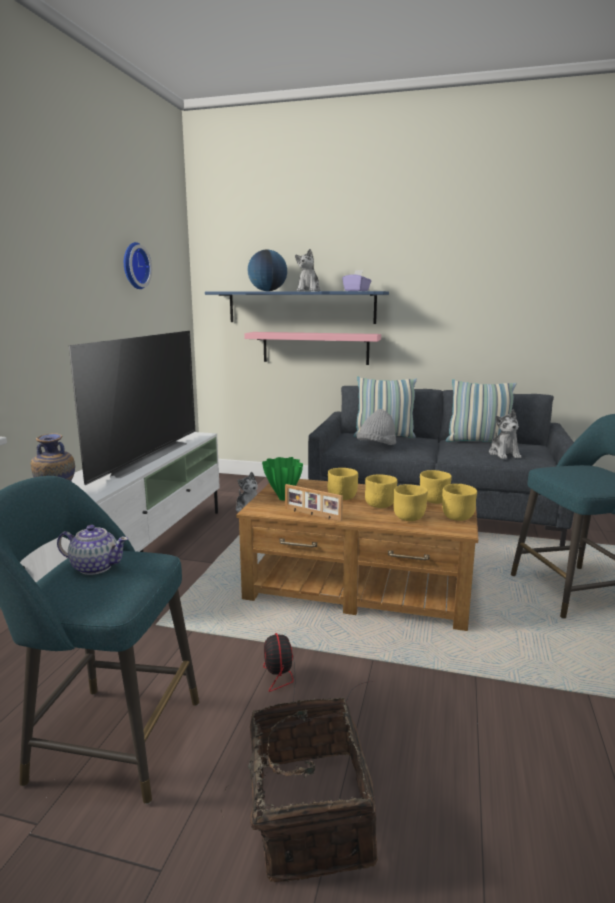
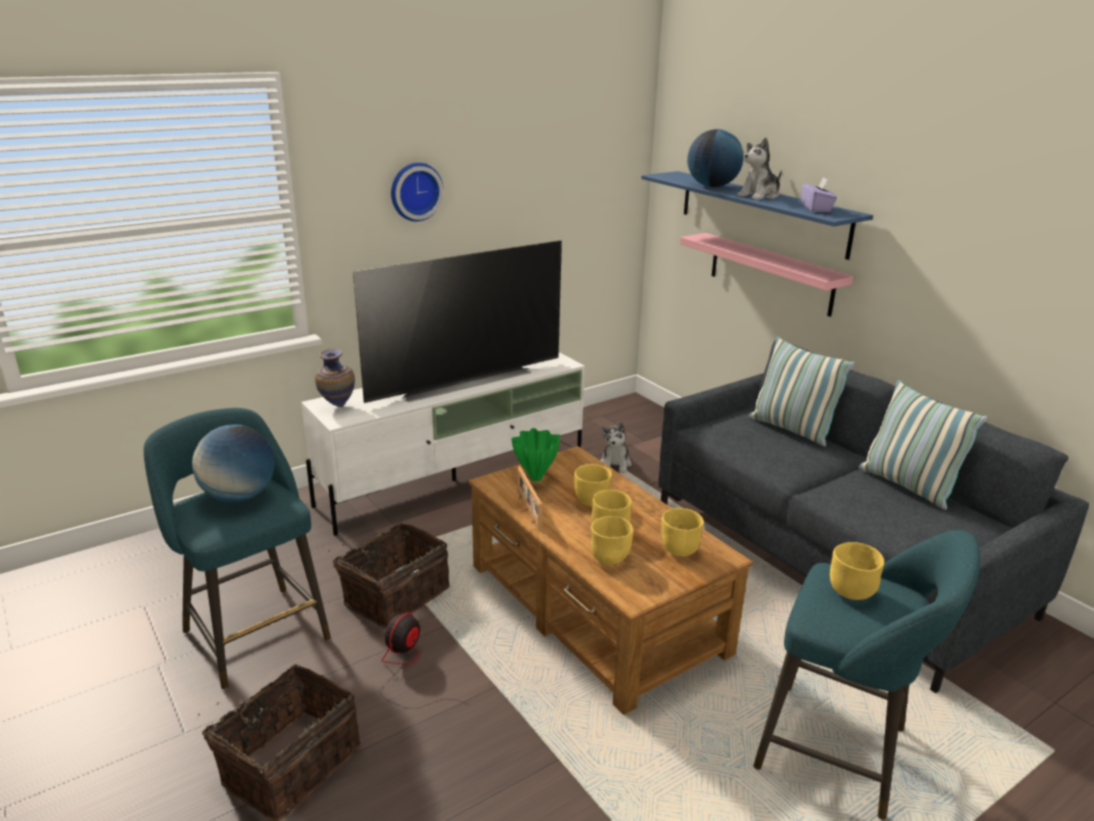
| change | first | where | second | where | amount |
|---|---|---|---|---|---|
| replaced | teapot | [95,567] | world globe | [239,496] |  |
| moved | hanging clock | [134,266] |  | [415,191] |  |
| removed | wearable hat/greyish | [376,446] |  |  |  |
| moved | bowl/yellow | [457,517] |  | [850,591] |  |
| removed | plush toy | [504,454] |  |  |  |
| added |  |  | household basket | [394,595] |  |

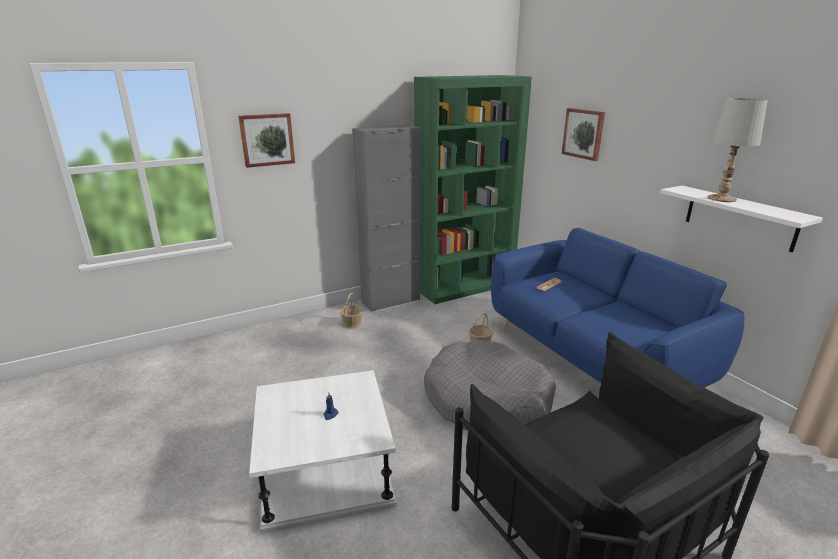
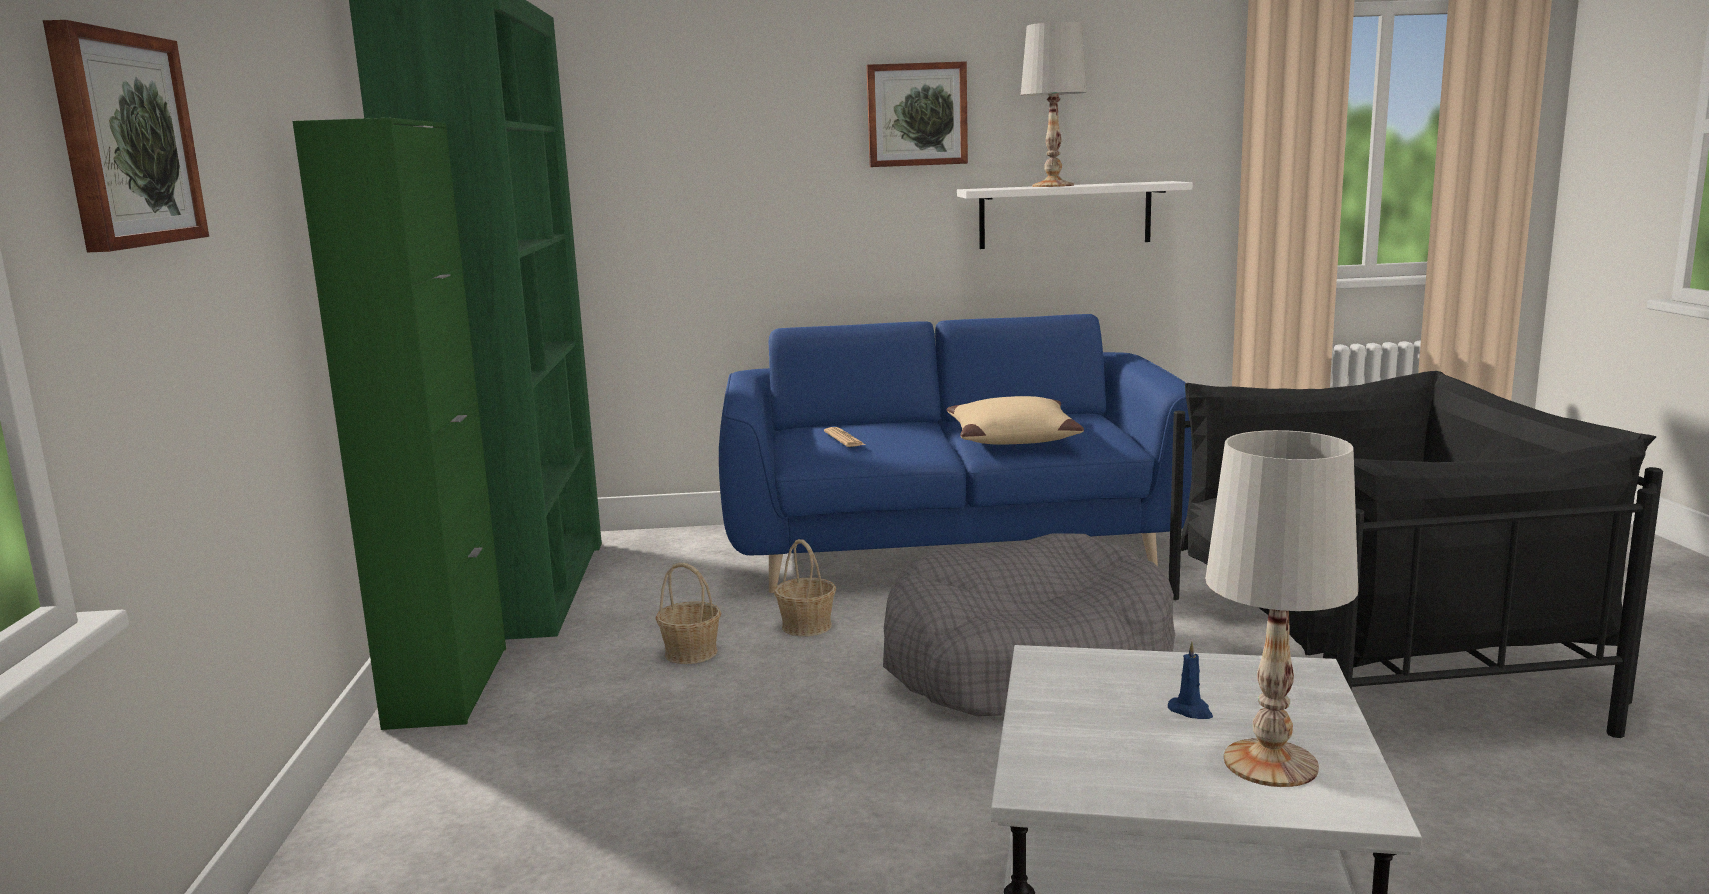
| change | first | where | second | where | amount |
|---|---|---|---|---|---|
| moved | household basket | [352,324] |  | [691,652] |  |
| recoloured | cupboard/greyish | [391,301] | cupboard/green | [448,686] |  |
| moved | wall picture | [583,133] |  | [917,115] |  |
| added |  |  | pillow/sand-coloured | [1011,437] |  |
| added |  |  | tabletop lamp/whitish | [1272,763] |  |

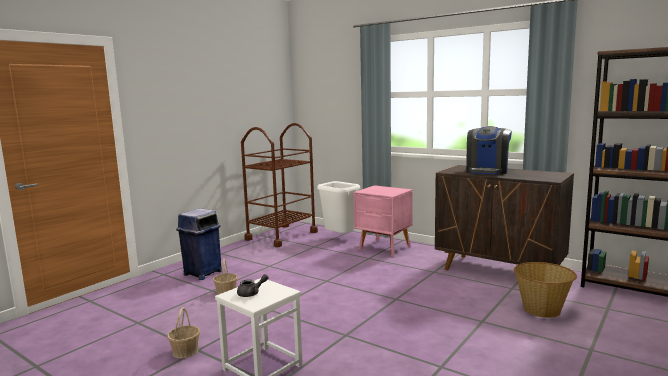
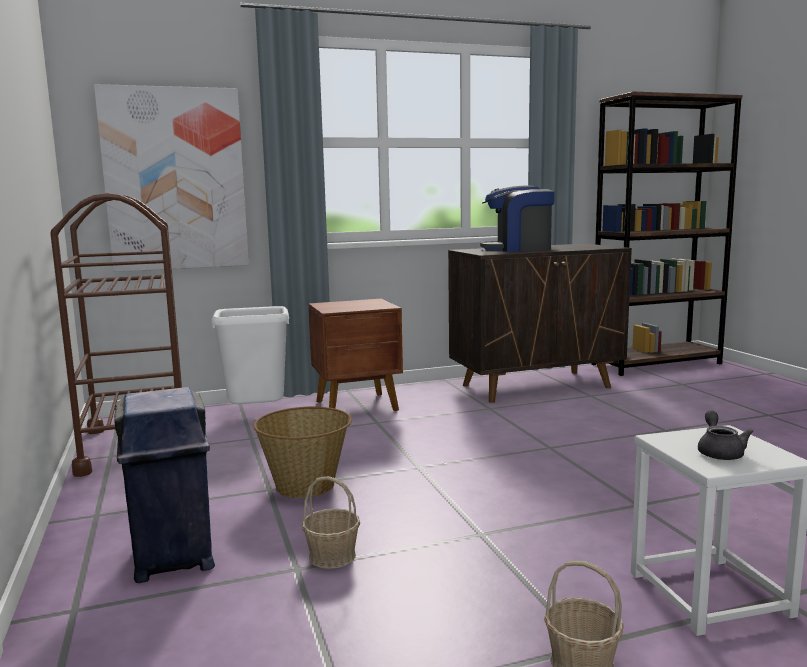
| change | first | where | second | where | amount |
|---|---|---|---|---|---|
| recoloured | nightstand/pinkish | [384,248] | nightstand/brown-coloured | [358,406] |  |
| turned | coffee maker | [487,171] |  | [517,249] | 120 degrees clockwise |
| moved | household basket | [542,310] |  | [306,486] |  |
| added |  |  | wall picture | [175,179] |  |

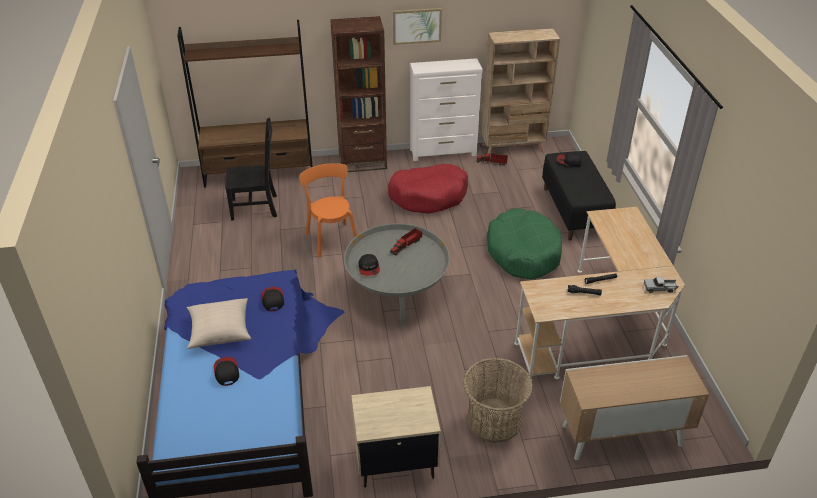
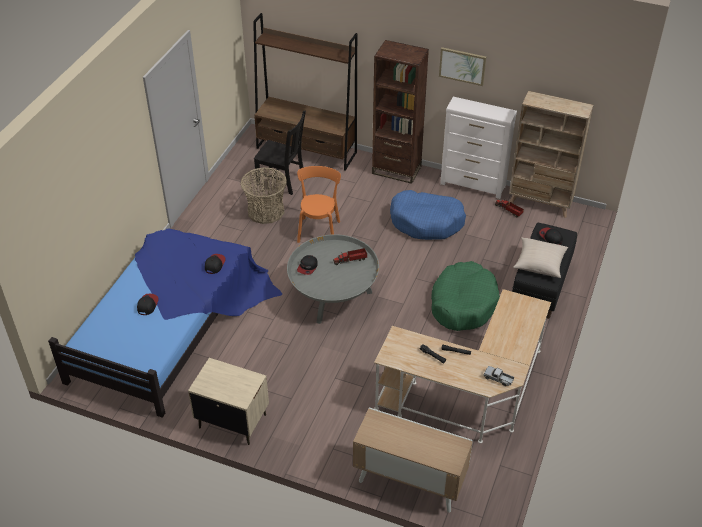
| change | first | where | second | where | amount |
|---|---|---|---|---|---|
| moved | pillow/sand-coloured | [220,330] |  | [539,263] |  |
| recoloured | dog cushion/red-coloured | [429,196] | dog cushion/blue-coloured | [426,222] |  |
| moved | household basket | [494,420] |  | [266,211] |  |

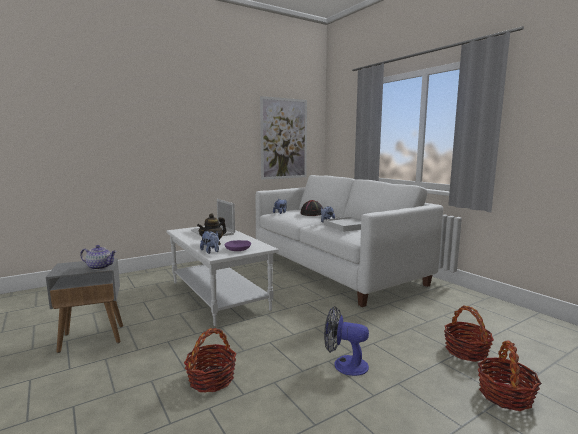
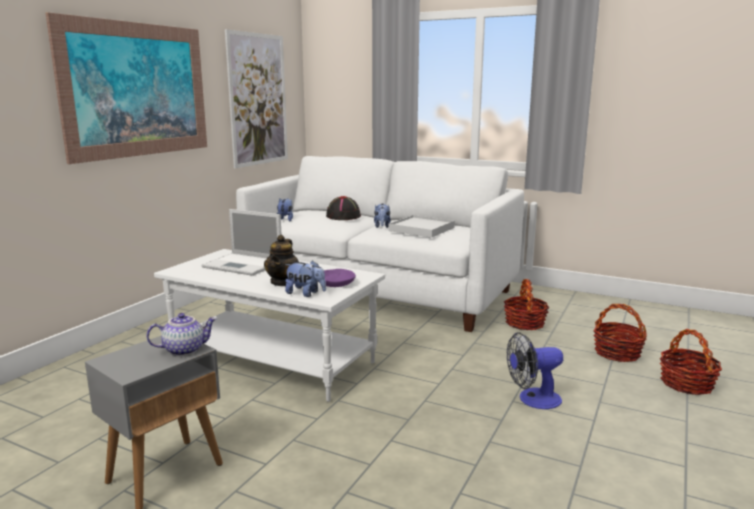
| change | first | where | second | where | amount |
|---|---|---|---|---|---|
| moved | household basket | [211,379] |  | [524,323] |  |
| added |  |  | wall picture | [137,90] |  |

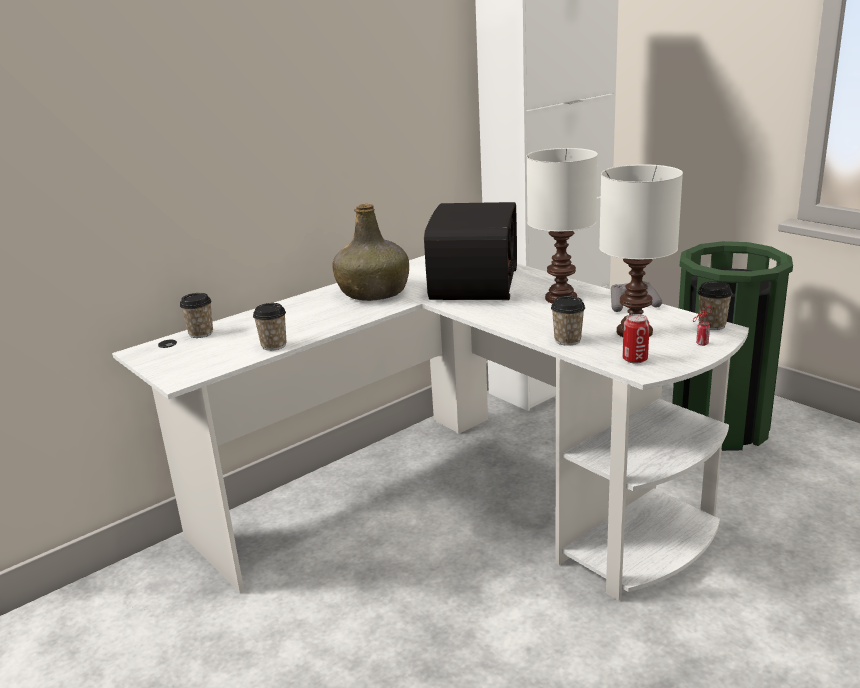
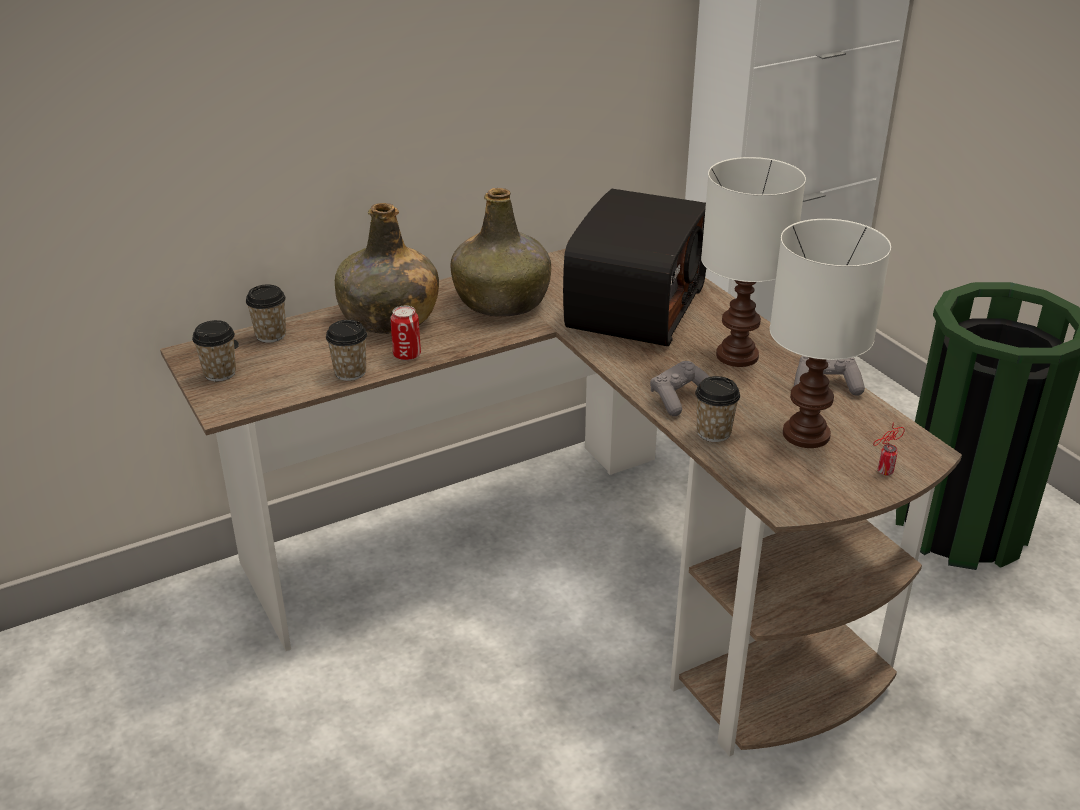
| change | first | where | second | where | amount |
|---|---|---|---|---|---|
| recoloured | desk table/whitish | [454,499] | desk table/brown-coloured | [574,572] |  |
| moved | can | [635,359] |  | [407,355] |  |
| moved | small cup | [712,325] |  | [220,373] |  |
| added |  |  | beverage bottle/green | [389,318] |  |
| added |  |  | gamepad/greyish | [680,398] |  |

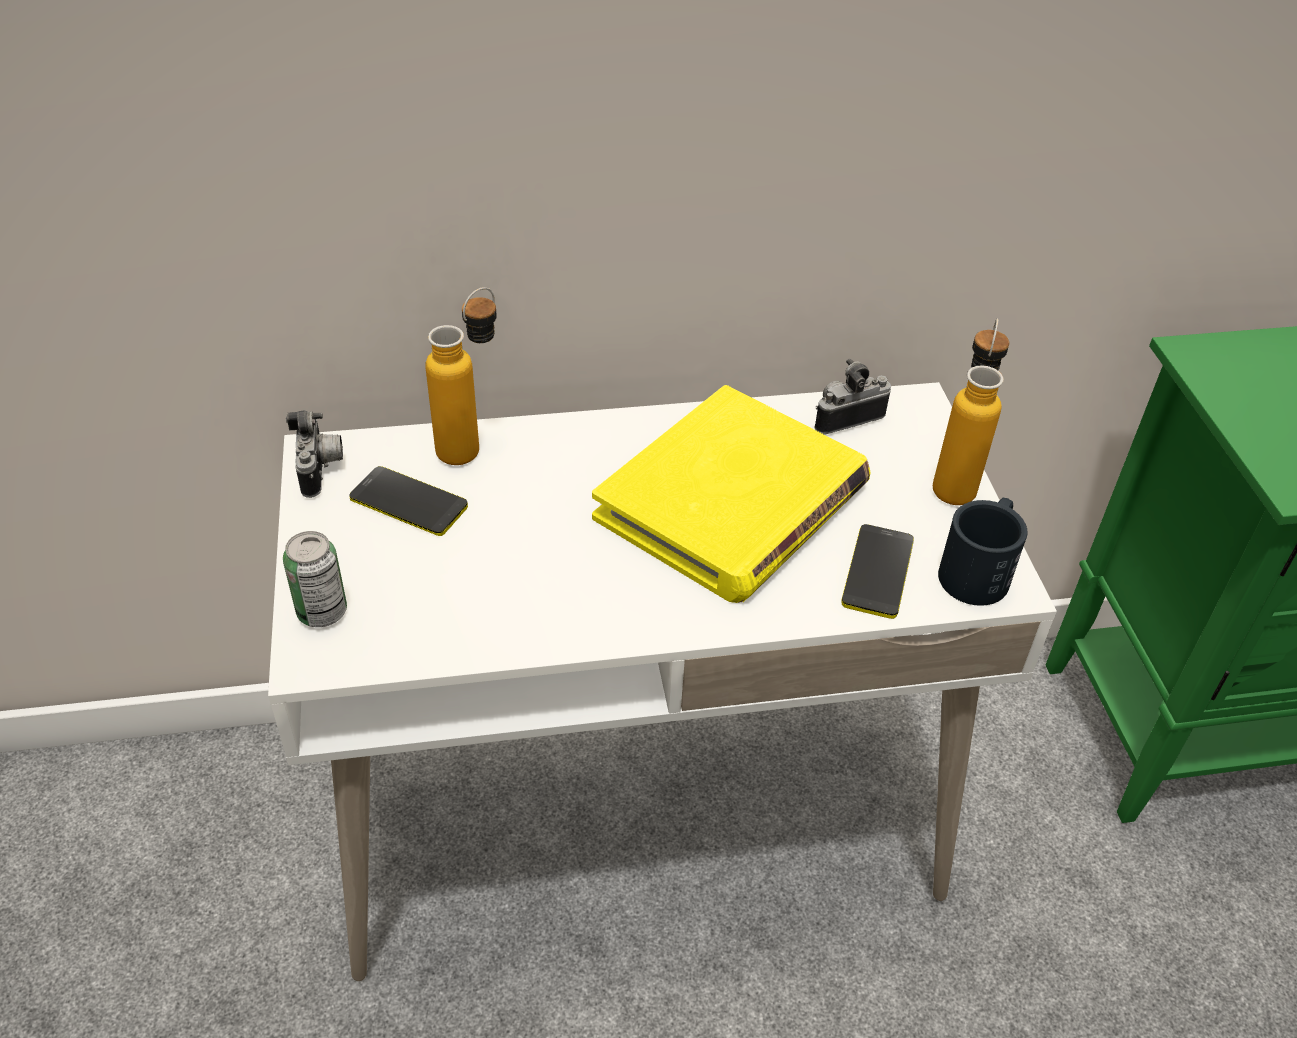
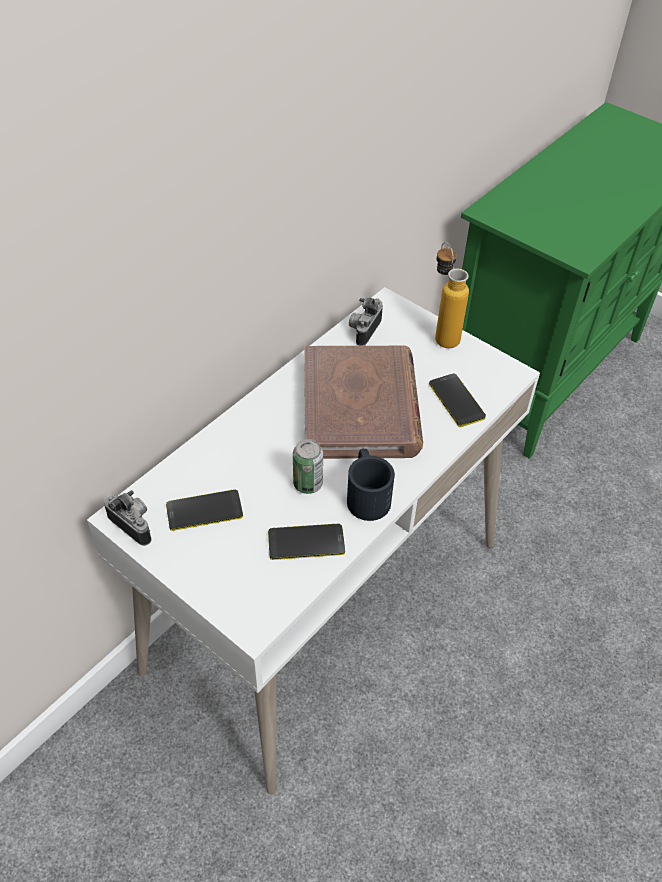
| change | first | where | second | where | amount |
|---|---|---|---|---|---|
| moved | can | [322,612] |  | [308,484] |  |
| removed | beverage bottle | [472,444] |  |  |  |
| recoloured | bound book/yellow | [732,502] | bound book/brown-coloured | [360,407] |  |
| moved | coffee mug/black | [979,569] |  | [366,494] |  |
| added |  |  | telephone | [306,542] |  |

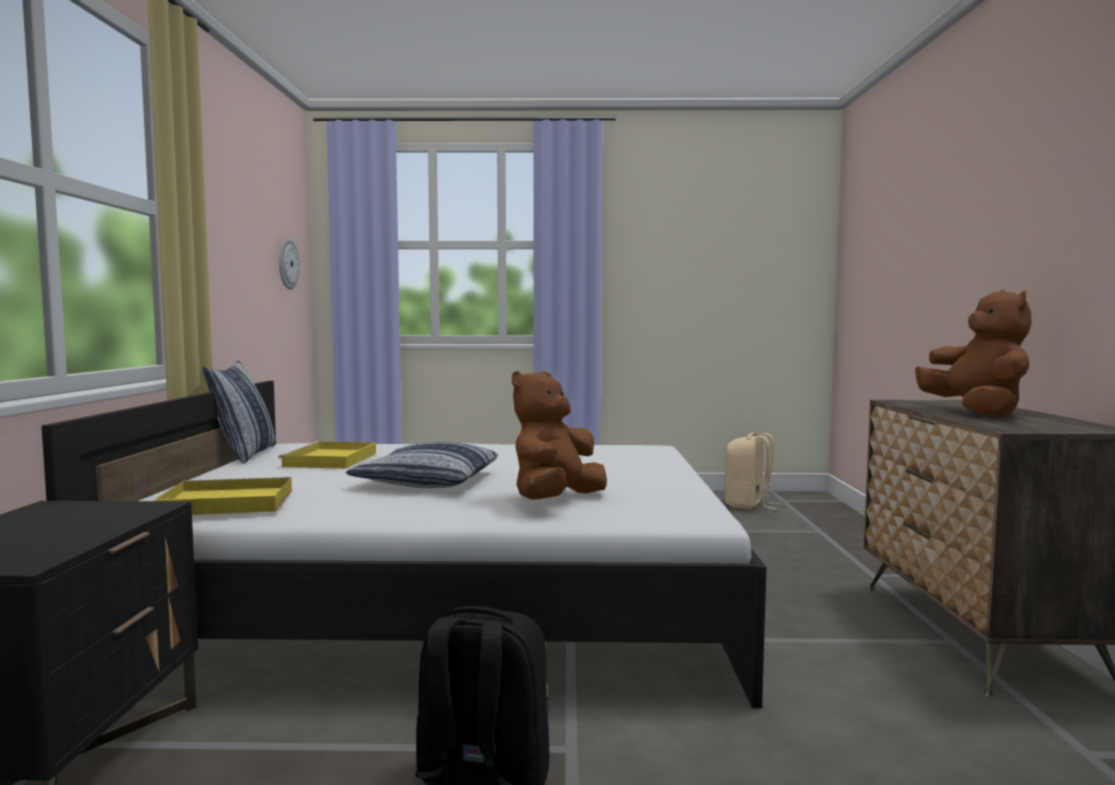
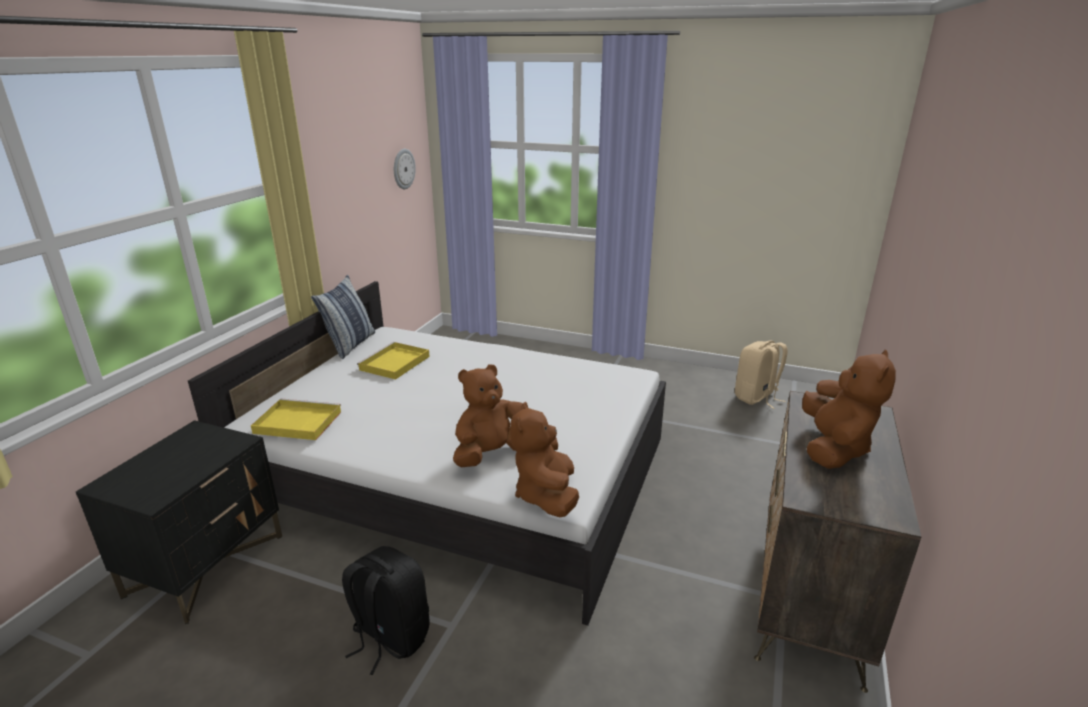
| change | first | where | second | where | amount |
|---|---|---|---|---|---|
| removed | pillow | [427,481] |  |  |  |
| added |  |  | plush toy/brown-coloured | [546,495] |  |

